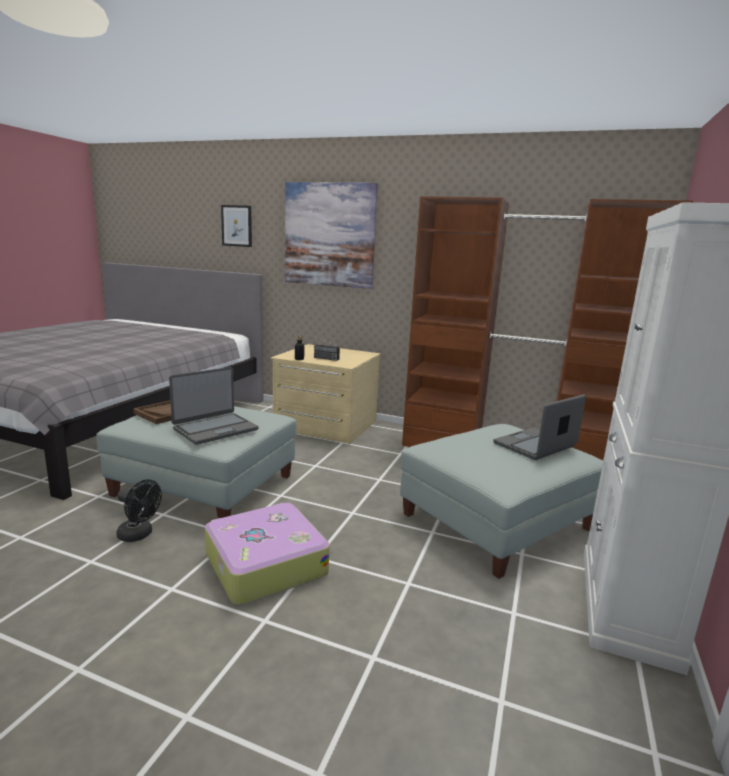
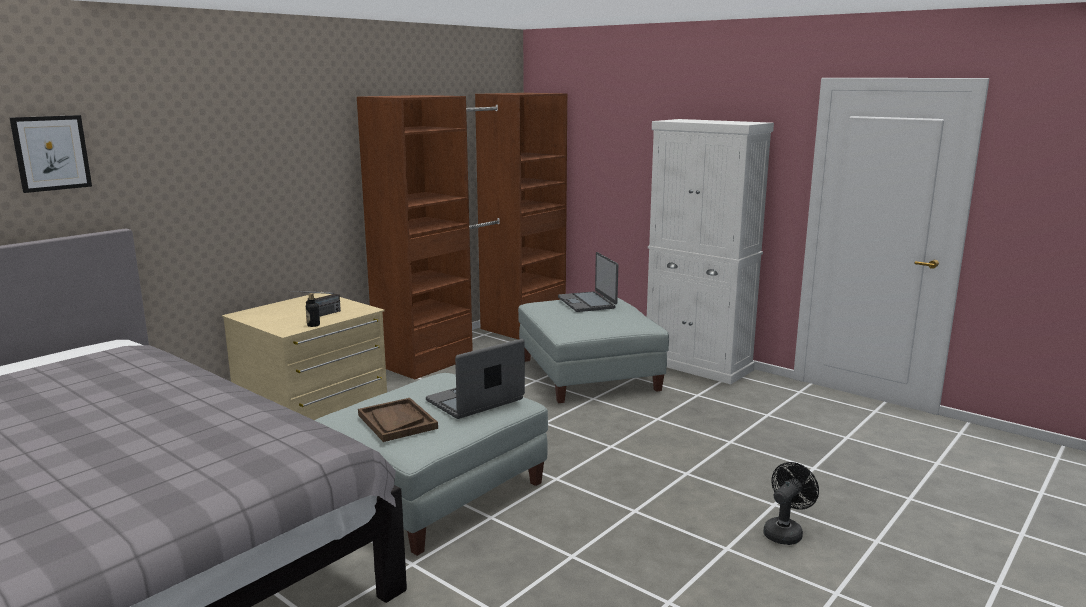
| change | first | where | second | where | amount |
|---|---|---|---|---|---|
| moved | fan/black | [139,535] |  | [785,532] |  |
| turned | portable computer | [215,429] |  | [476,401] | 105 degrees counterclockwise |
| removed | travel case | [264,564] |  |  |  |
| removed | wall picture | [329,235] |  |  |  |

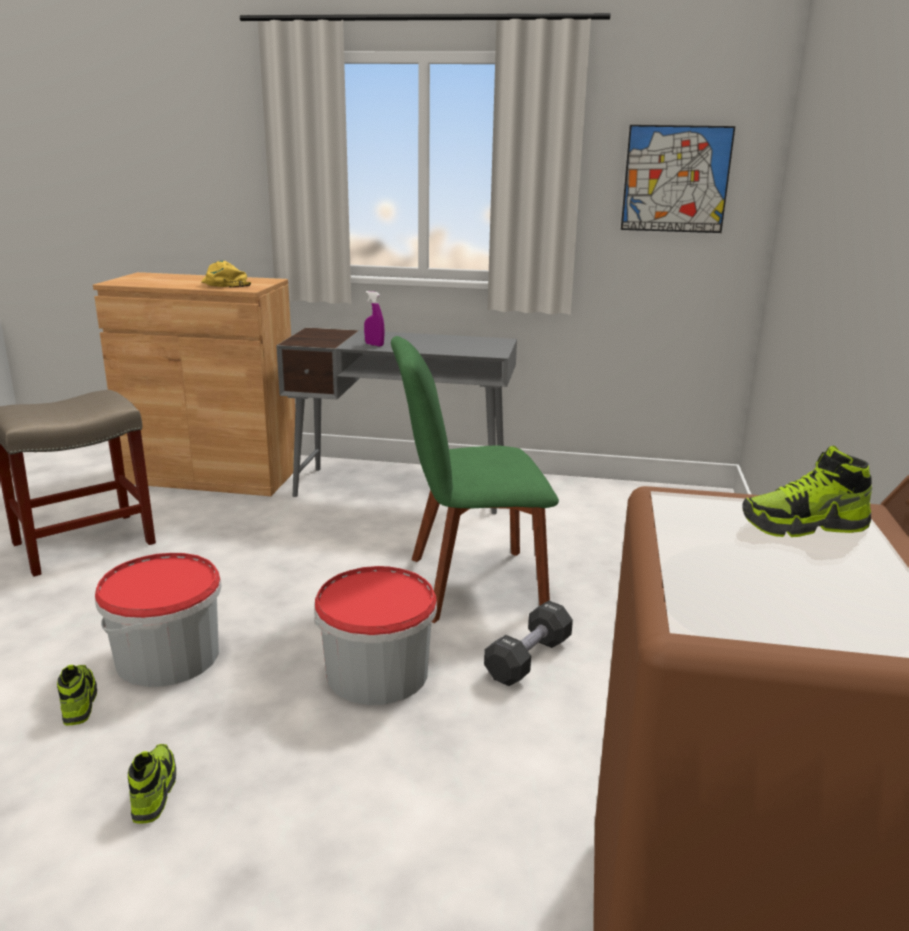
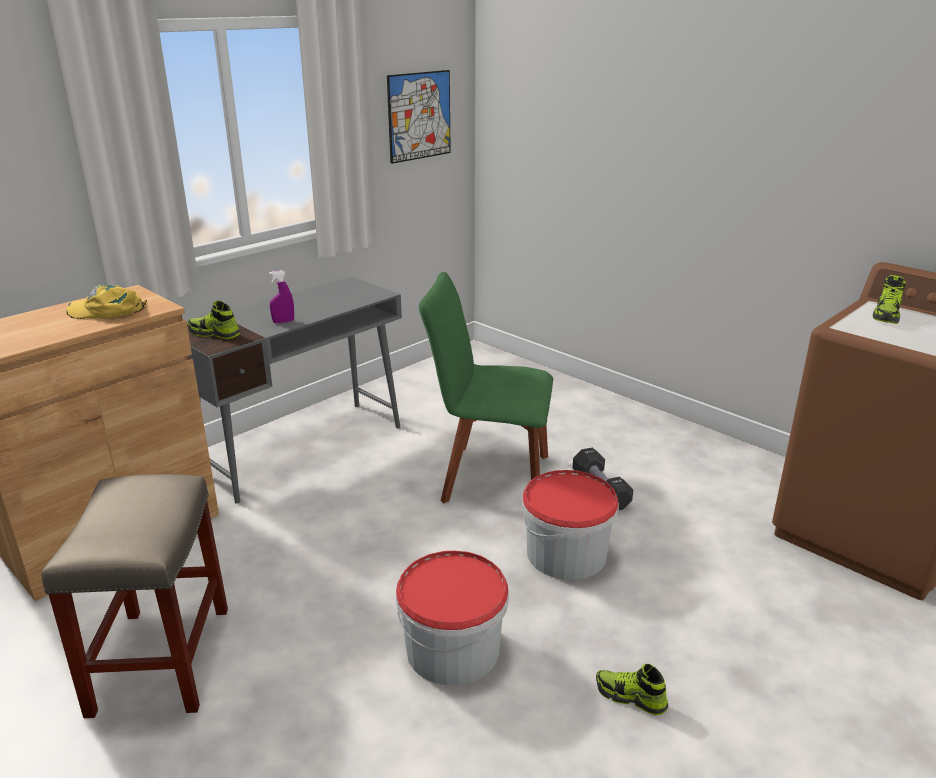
| change | first | where | second | where | amount |
|---|---|---|---|---|---|
| moved | item of footwear | [79,702] |  | [214,334] |  |
| turned | upright chair/green | [468,584] |  | [489,477] | 75 degrees clockwise |

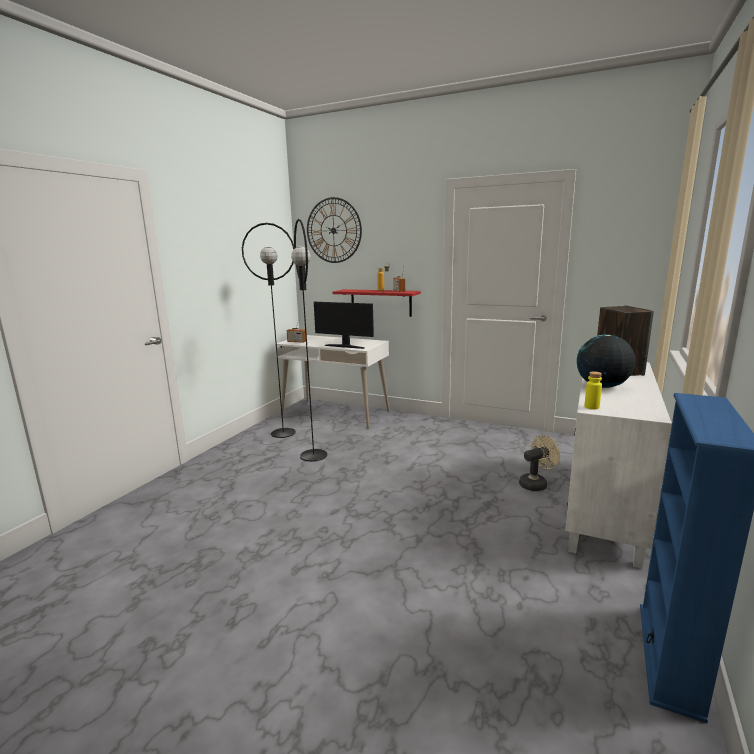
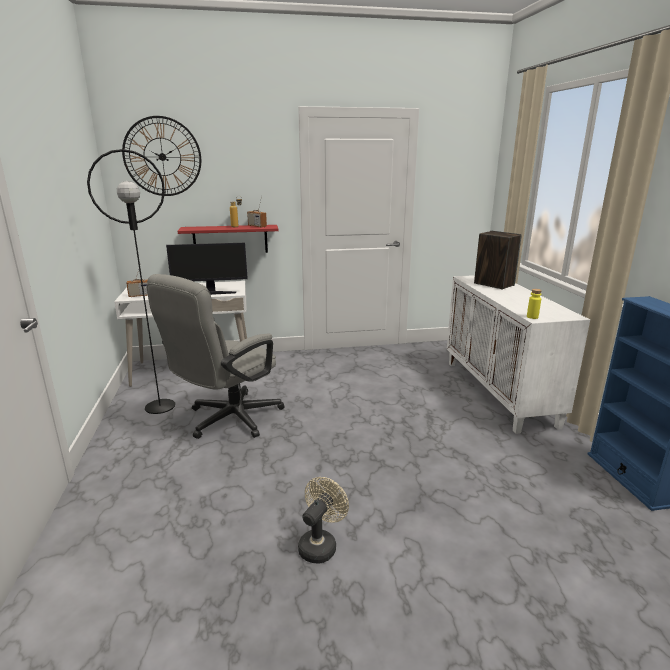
| change | first | where | second | where | amount |
|---|---|---|---|---|---|
| replaced | floor lamp/black | [313,455] | computer chair/greyish | [227,420] |  |
| moved | fan/sand-coloured | [536,484] |  | [320,544] |  |
| removed | world globe | [602,386] |  |  |  |

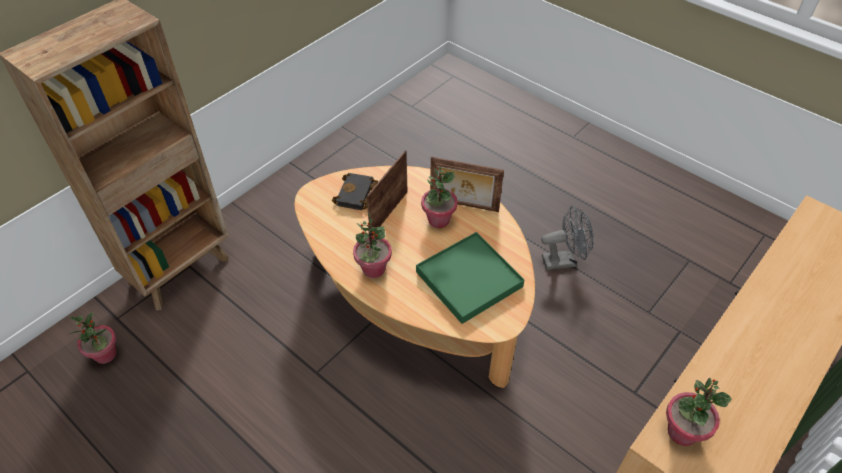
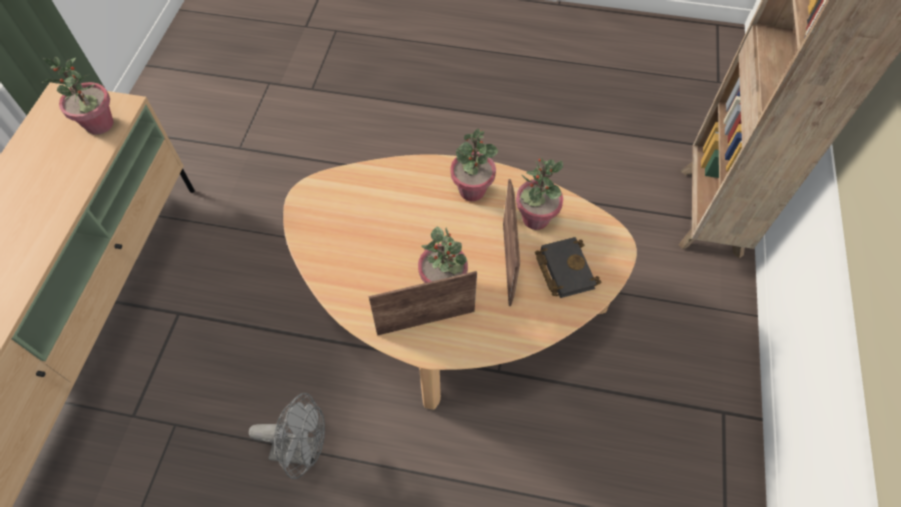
| change | first | where | second | where | amount |
|---|---|---|---|---|---|
| moved | potted plant | [105,355] |  | [535,218] |  |
| removed | carrying tray/green | [469,279] |  |  |  |
| turned | fan/greyish | [564,260] |  | [303,450] | 135 degrees counterclockwise |

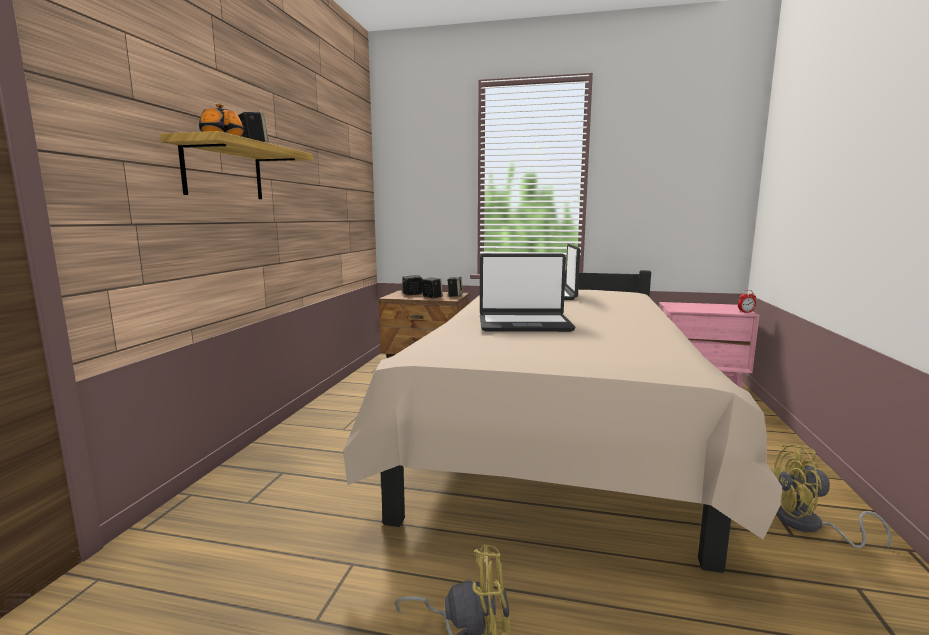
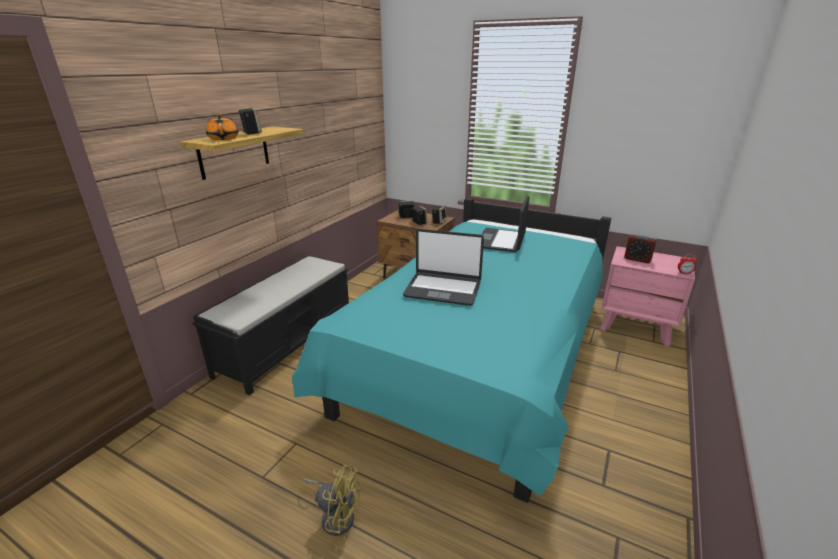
| change | first | where | second | where | amount |
|---|---|---|---|---|---|
| recoloured | bed/sand-coloured | [552,433] | bed/blue-green | [479,358] |  |
| removed | fan/yellow | [809,526] |  |  |  |
| added |  |  | indoor bench/black | [288,343] |  |
| added |  |  | alarm clock | [637,259] |  |

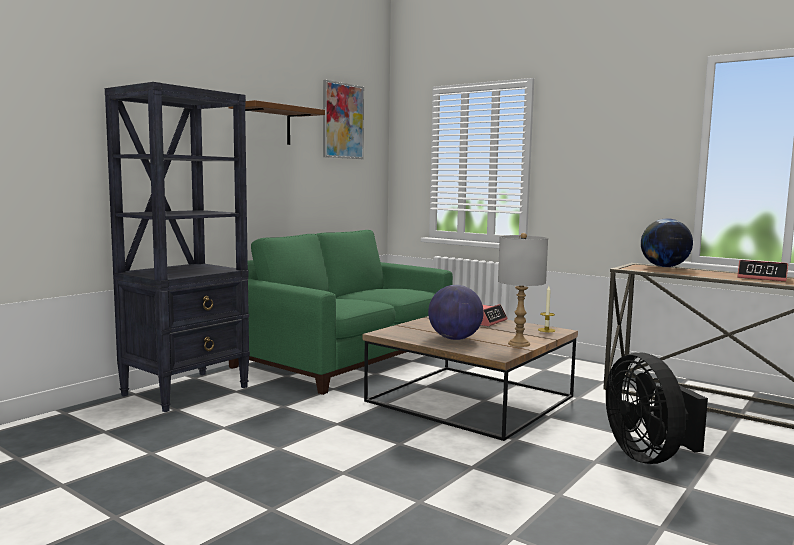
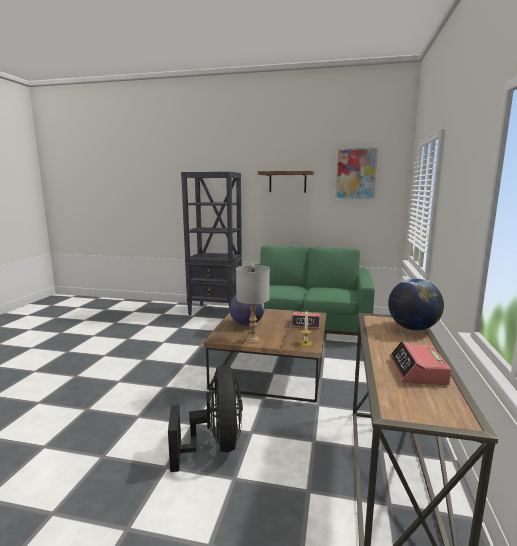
| change | first | where | second | where | amount |
|---|---|---|---|---|---|
| turned | fan/black | [649,456] |  | [215,445] | 120 degrees clockwise |

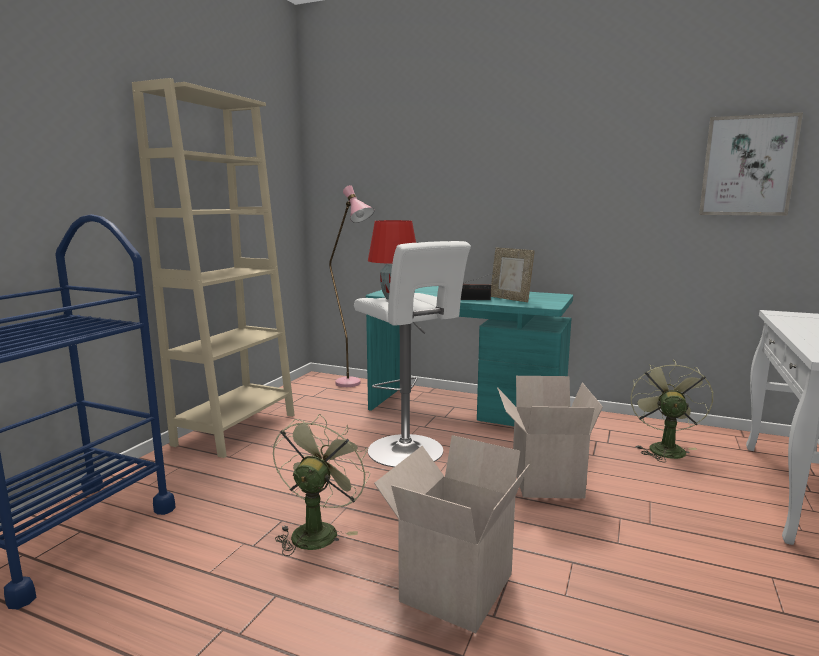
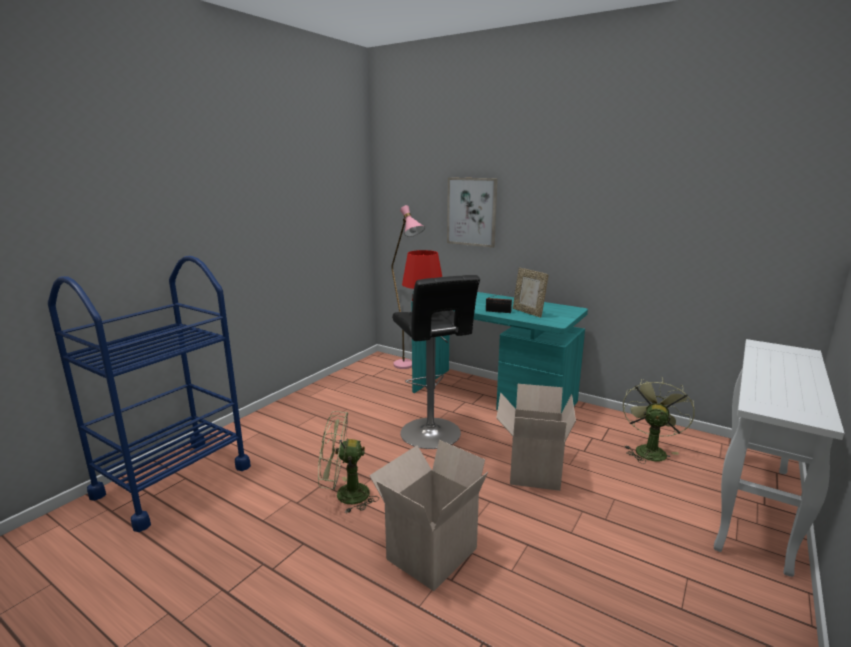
| change | first | where | second | where | amount |
|---|---|---|---|---|---|
| removed | bookshelf/sand-coloured | [236,429] |  |  |  |
| turned | fan/green | [317,530] |  | [344,495] | 120 degrees counterclockwise |
| recoloured | stool/whitish | [409,452] | stool/black | [432,435] |  |
| moved | wall picture | [747,166] |  | [472,212] |  |

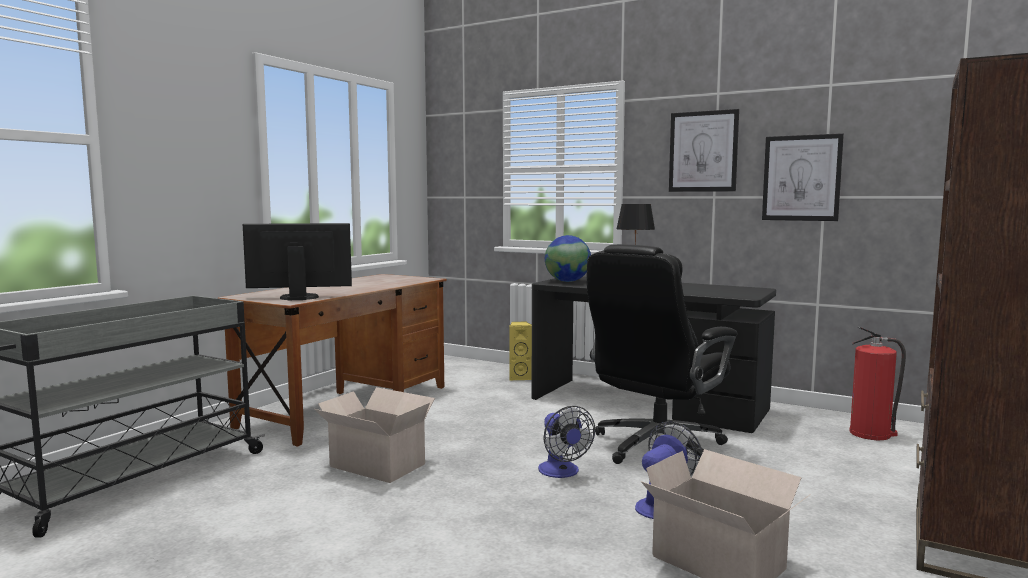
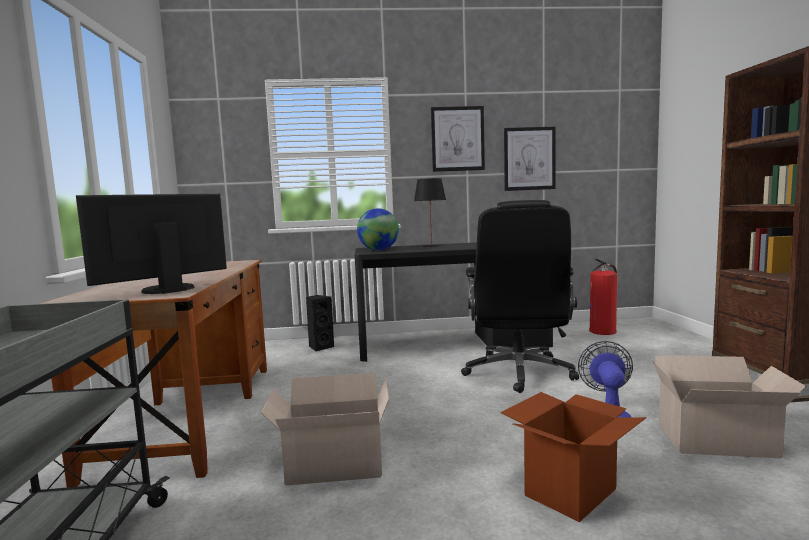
| change | first | where | second | where | amount |
|---|---|---|---|---|---|
| recoloured | speaker/yellow | [520,377] | speaker/black | [320,347] |  |
| removed | fan | [562,472] |  |  |  |
| added |  |  | packing box | [570,492] |  |

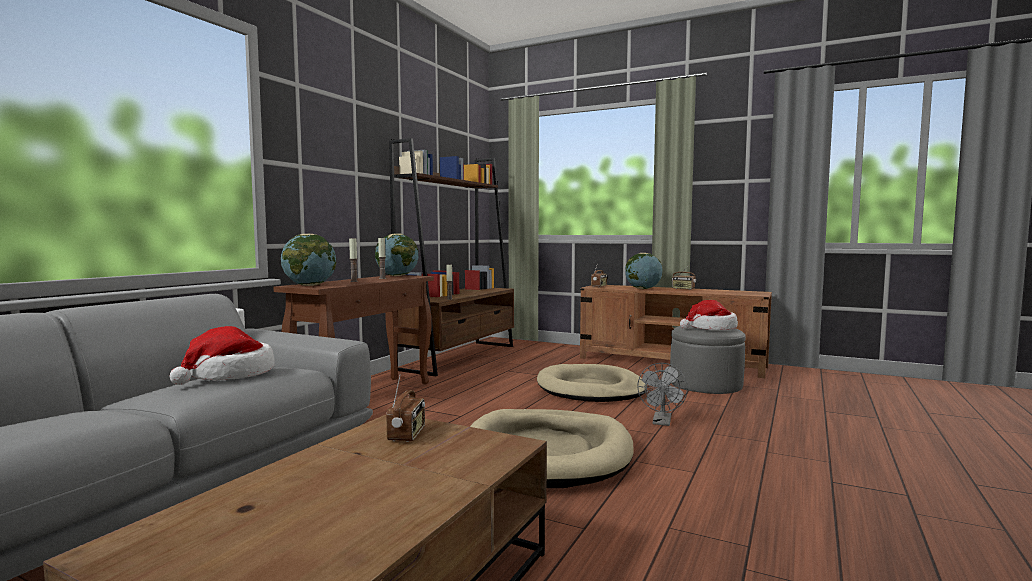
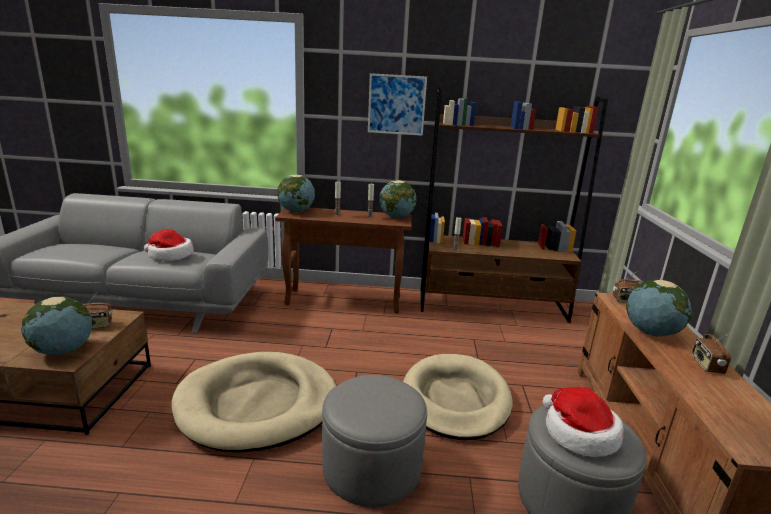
| change | first | where | second | where | amount |
|---|---|---|---|---|---|
| replaced | fan/greyish | [662,422] | footrest/greyish | [371,467] |  |
| added |  |  | world globe | [63,351] |  |
| added |  |  | wall picture | [396,104] |  |

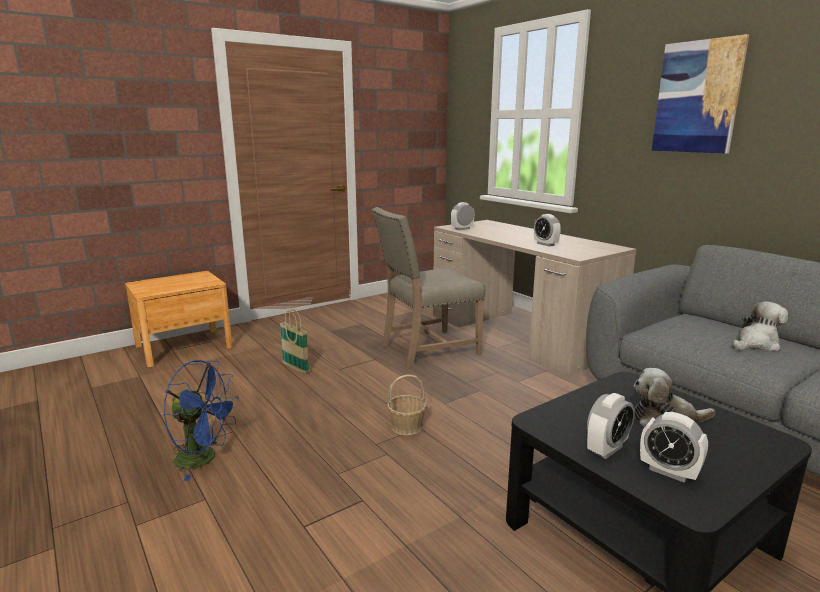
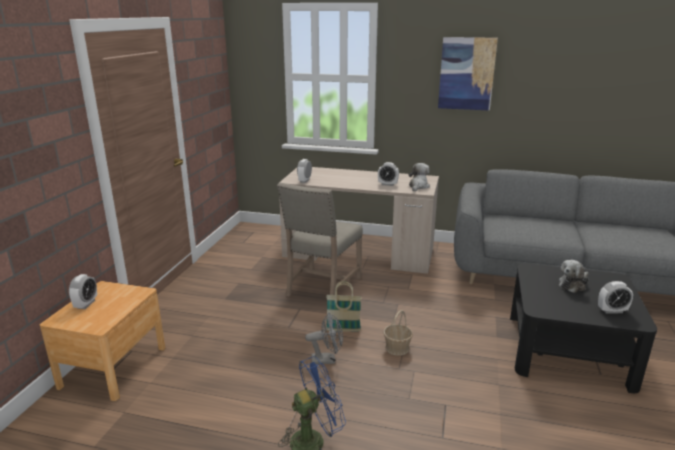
| change | first | where | second | where | amount |
|---|---|---|---|---|---|
| moved | household basket | [296,368] |  | [343,330] |  |
| moved | alarm clock | [607,449] |  | [86,304] |  |
| moved | plush toy | [756,344] |  | [418,186] |  |
| added |  |  | fan/greyish | [327,360] |  |

